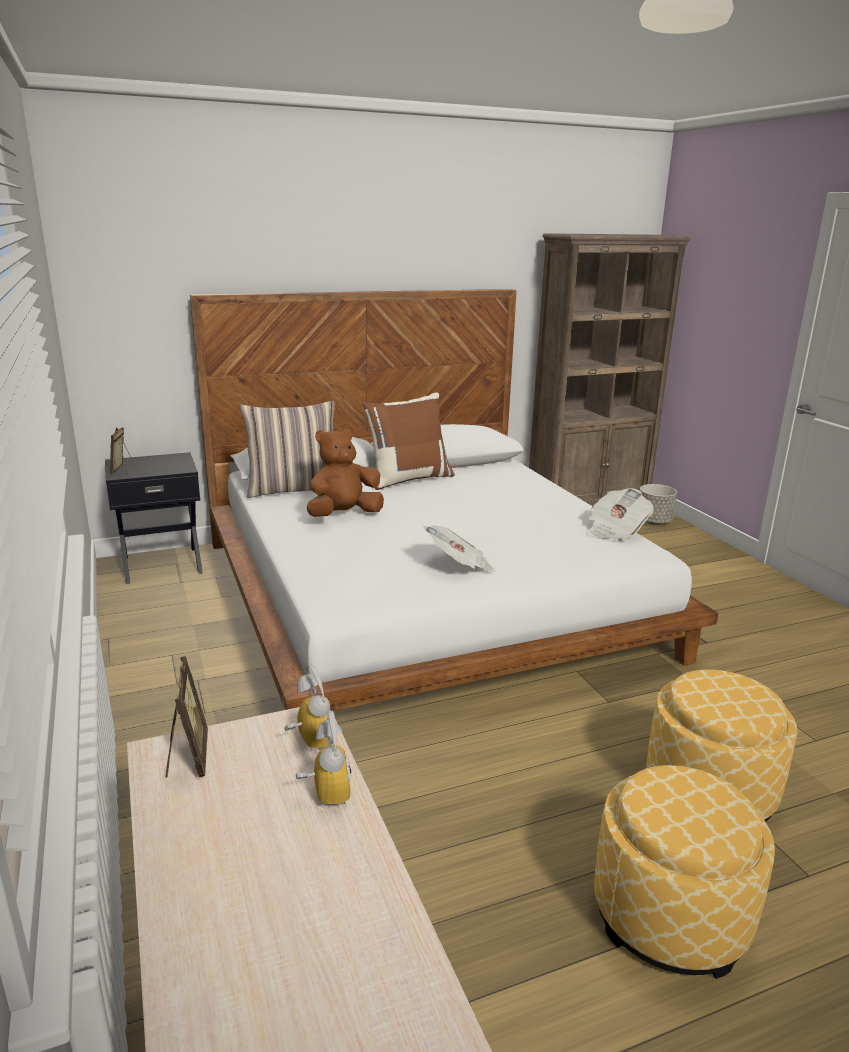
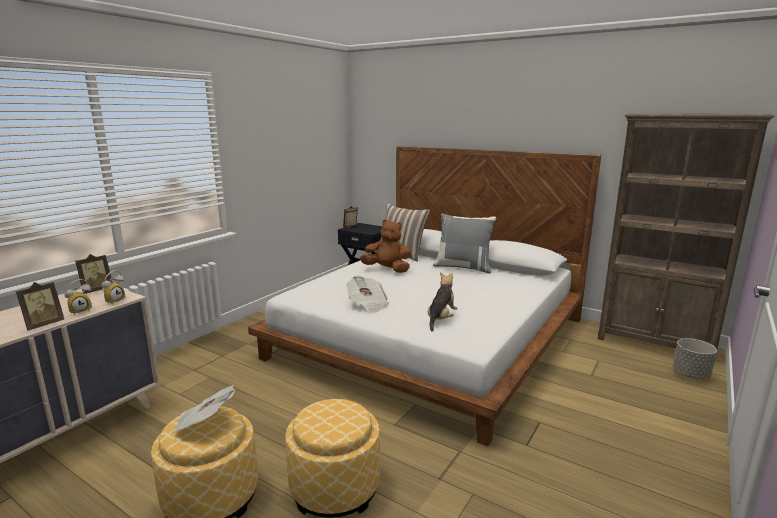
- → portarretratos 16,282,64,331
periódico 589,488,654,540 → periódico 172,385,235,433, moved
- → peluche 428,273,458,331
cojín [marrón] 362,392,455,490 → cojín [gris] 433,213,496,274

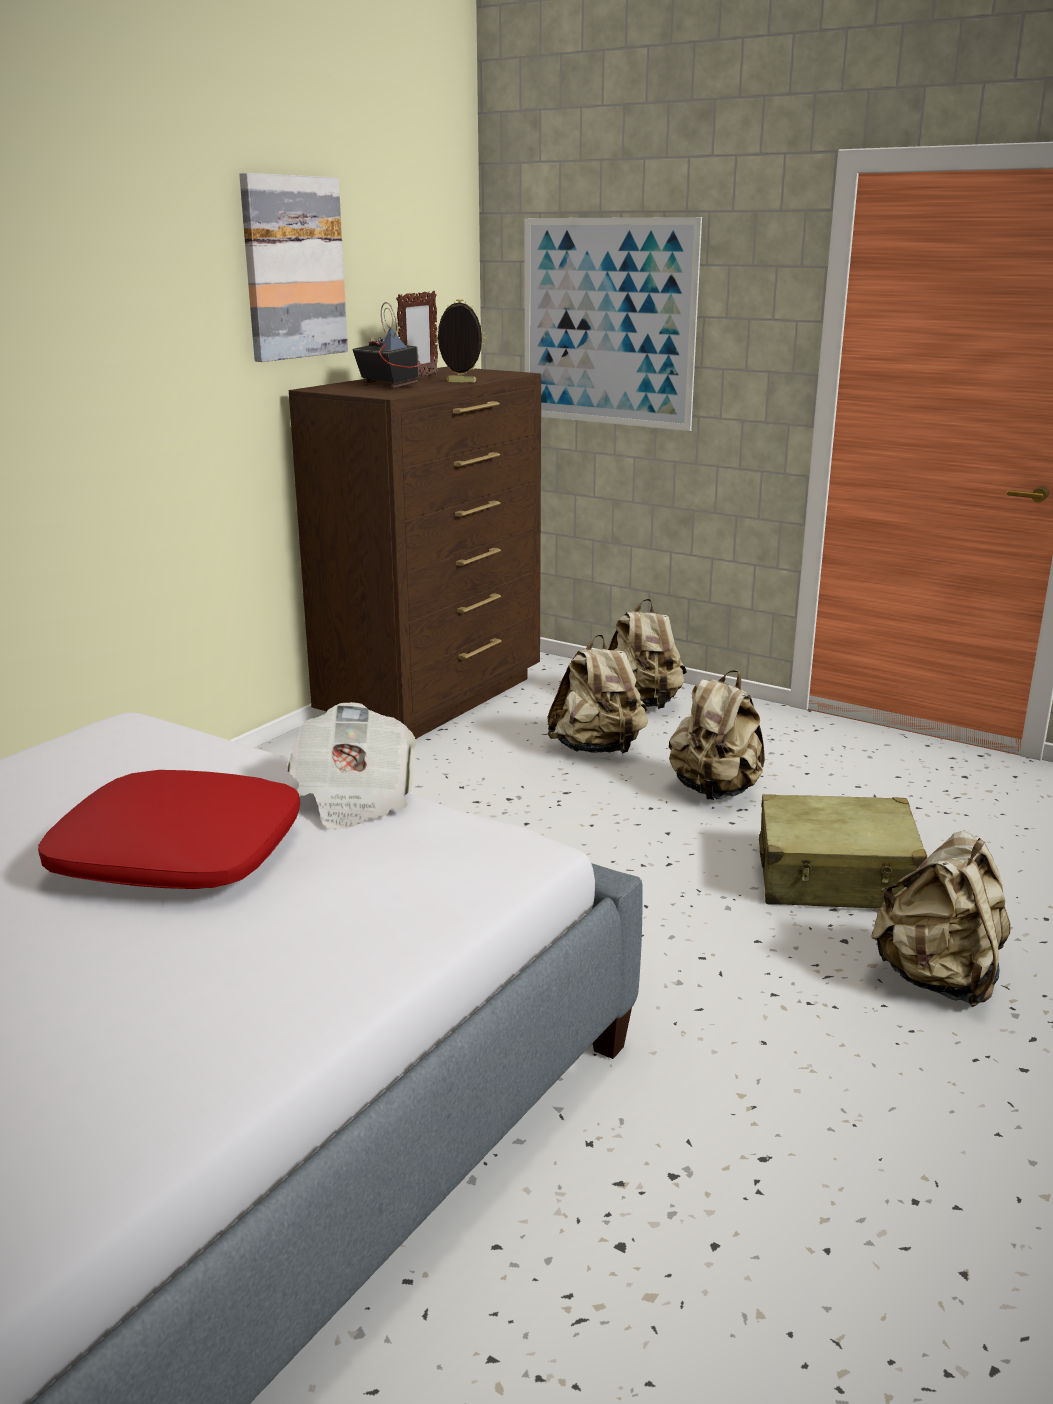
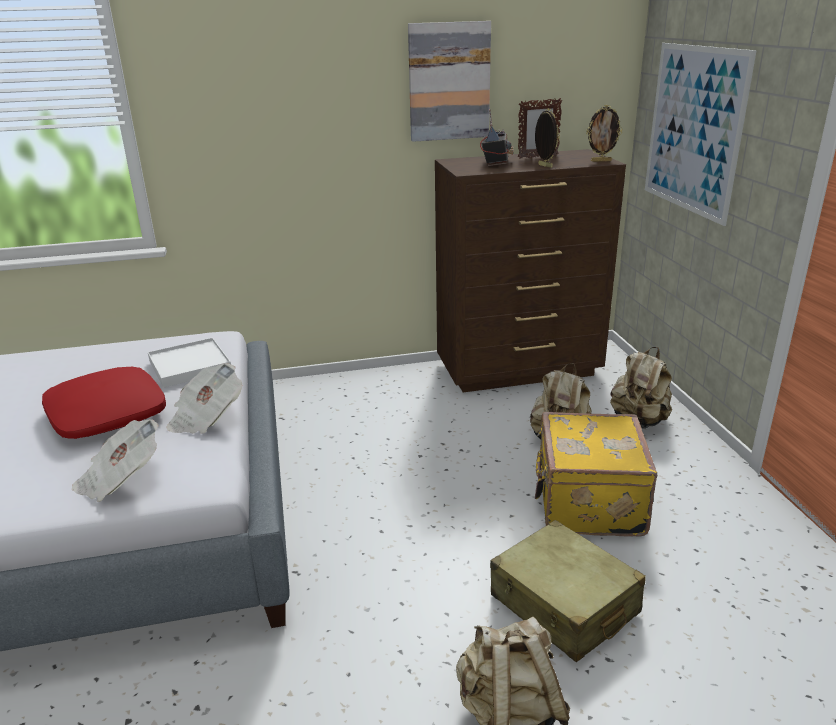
- → periódico 72,419,159,502
- → bandeja [blanco] 148,338,231,388
mochila [beis] 669,670,765,800 → maleta [amarillo] 535,412,658,537
- → portarretratos 586,105,623,162

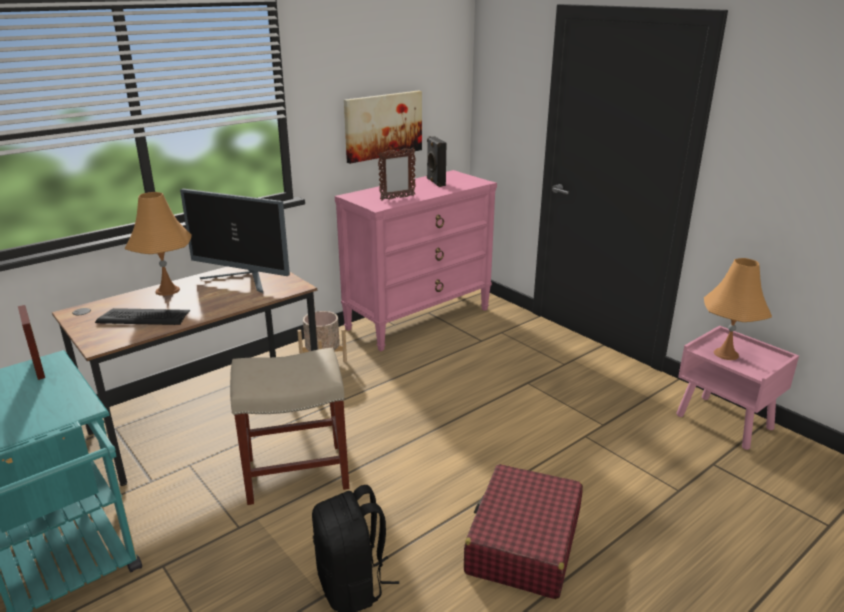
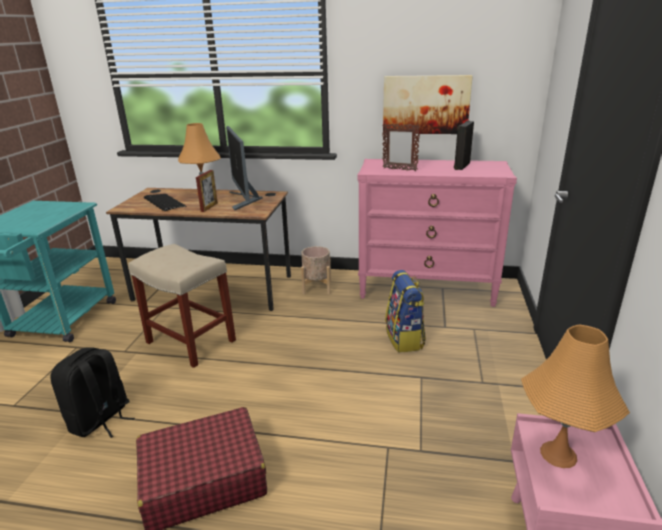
portarretratos 18,305,45,380 → portarretratos 196,170,218,212, moved
- → mochila 385,270,426,353

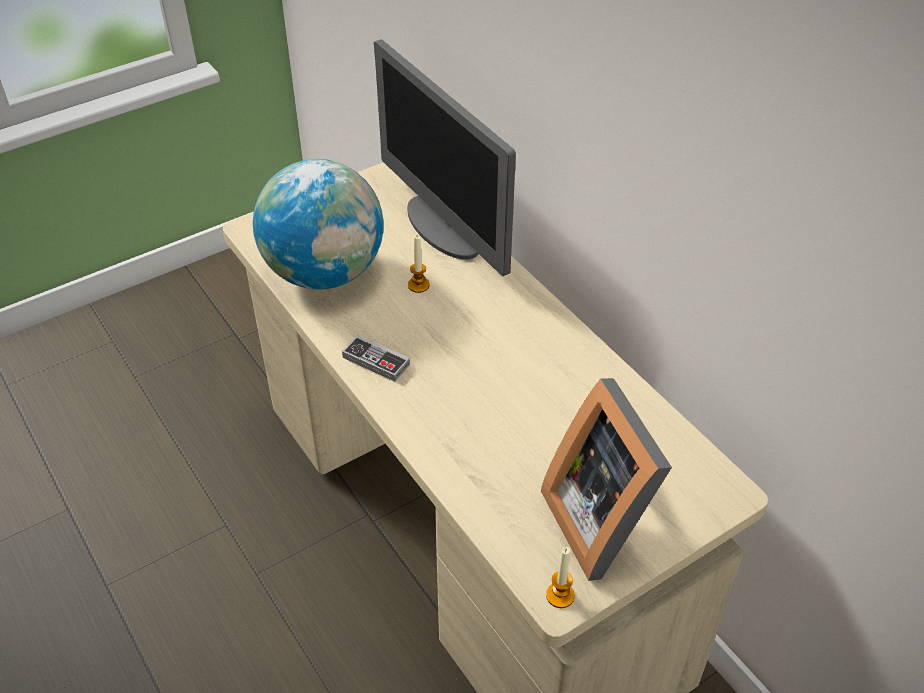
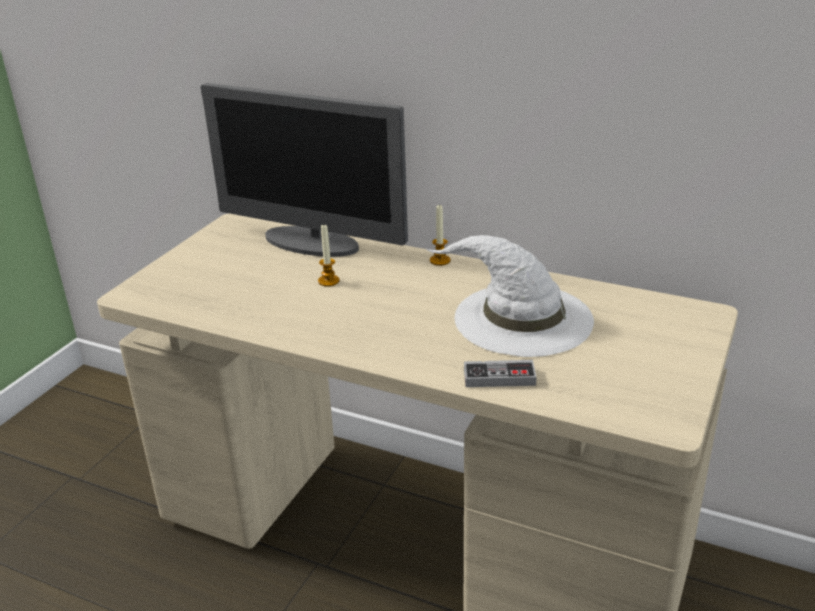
- → sombrero [blanco] 426,235,594,357
vela 546,547,575,608 → vela 430,204,450,266, moved
mando de consola 342,335,410,382 → mando de consola 464,360,536,387, moved
globo terráqueo 253,159,383,289 → -
portarretratos 541,378,672,581 → -

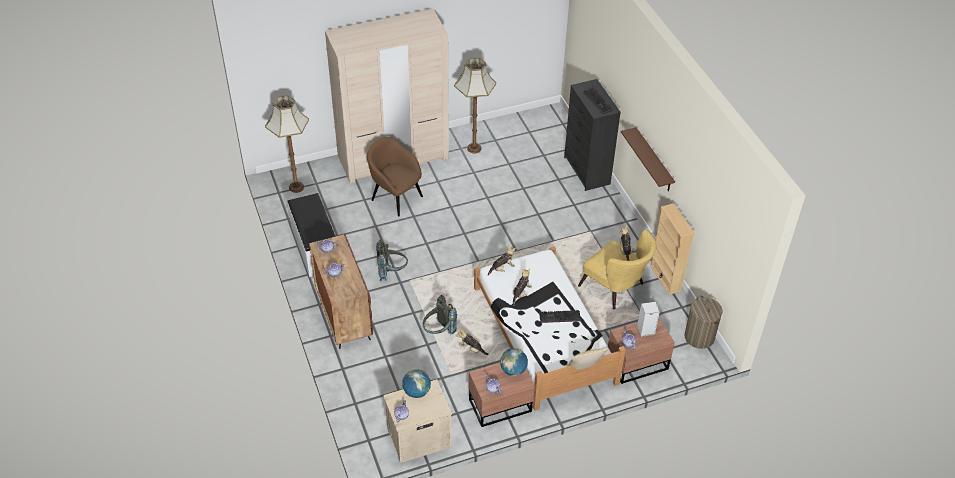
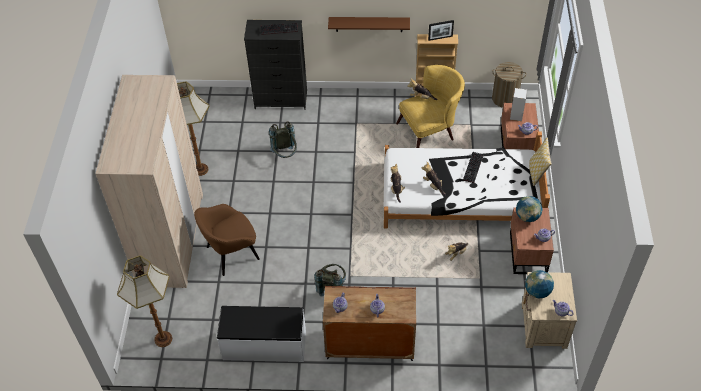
mochila [gris] 423,295,457,335 → mochila [gris] 269,122,297,158, moved
- → portarretratos 428,20,454,41

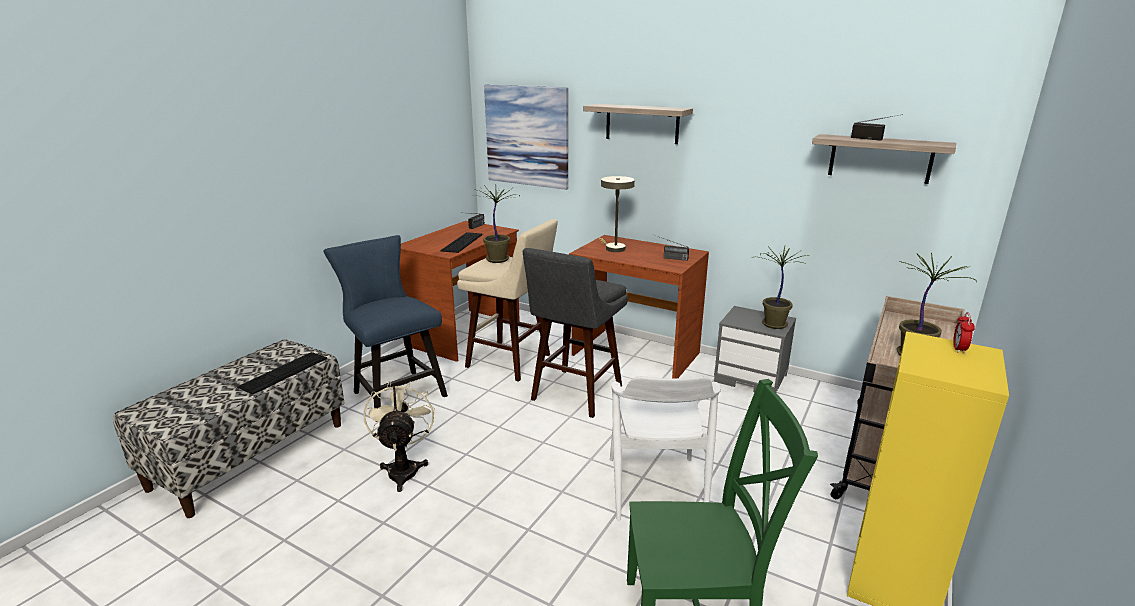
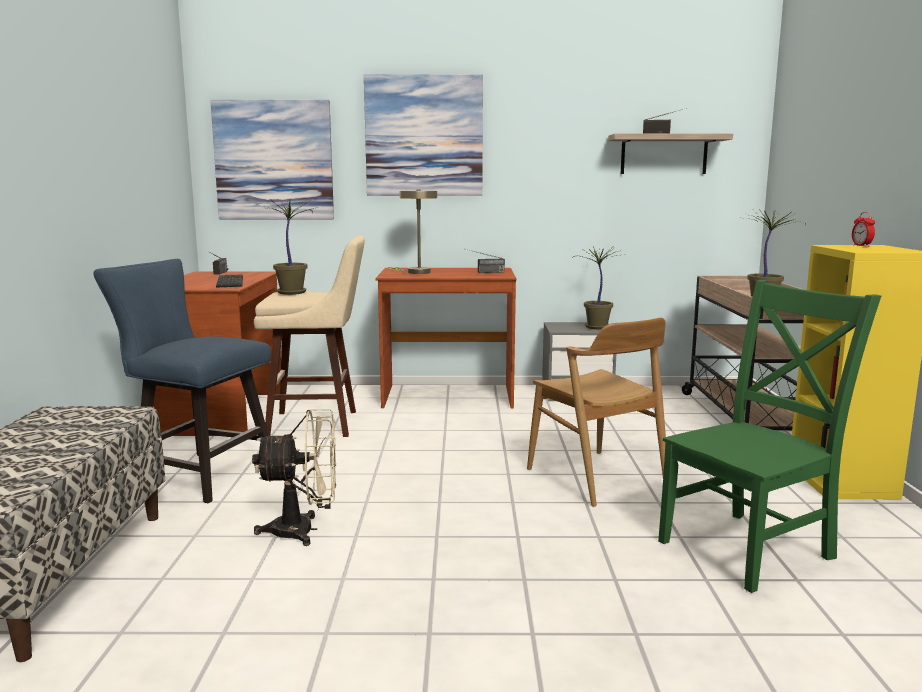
ventilador [beis] 364,381,435,492 → ventilador [beis] 252,409,337,546, 120 degrees clockwise
estante 583,104,693,144 → cuadro 364,74,483,196
silla [blanco] 610,376,721,521 → silla [marrón] 527,317,666,507
teclado 237,352,327,394 → -
taburete [gris] 523,248,628,418 → -

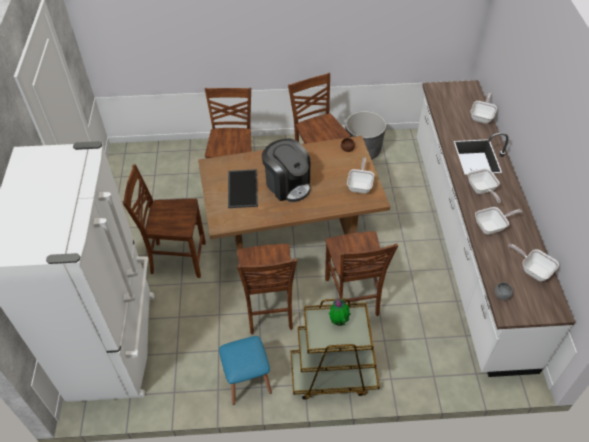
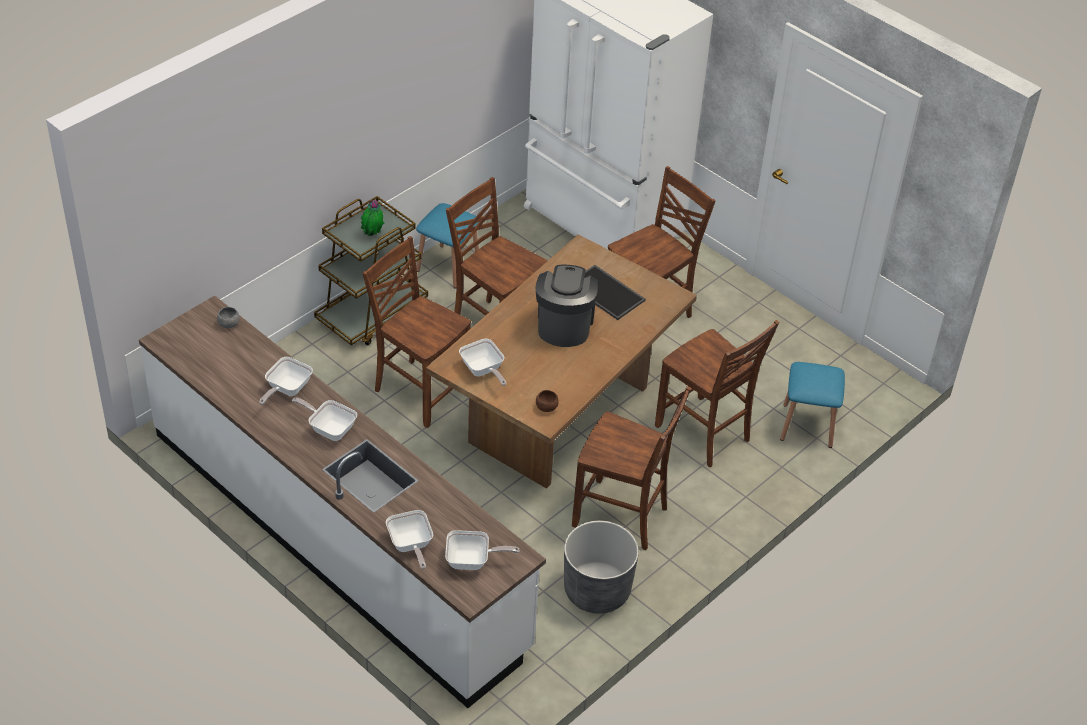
sartén 508,244,559,281 → sartén 445,530,519,570, moved
cafetera 262,138,311,202 → cafetera 535,265,598,347, 90 degrees clockwise
- → taburete [azul] 780,362,845,448

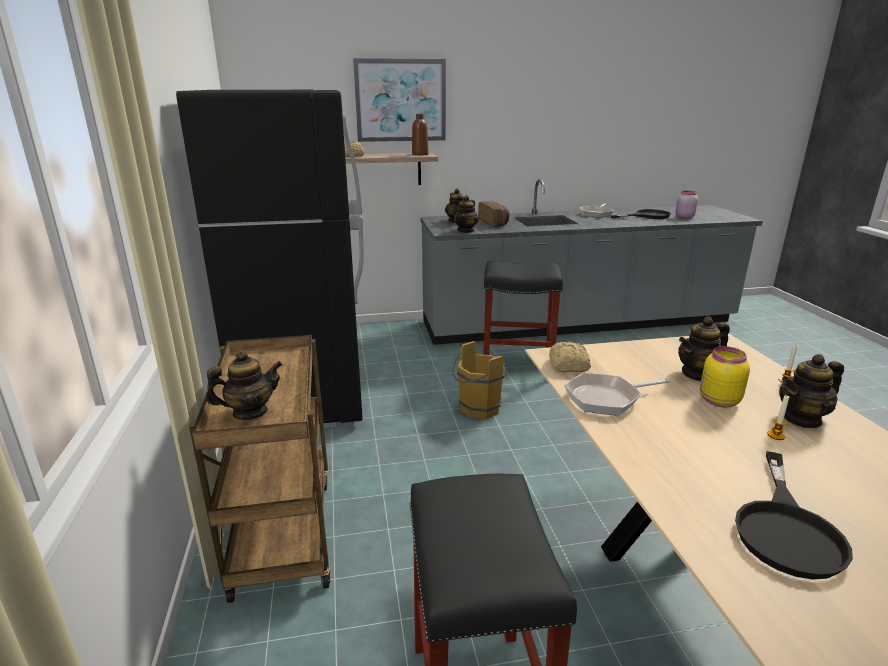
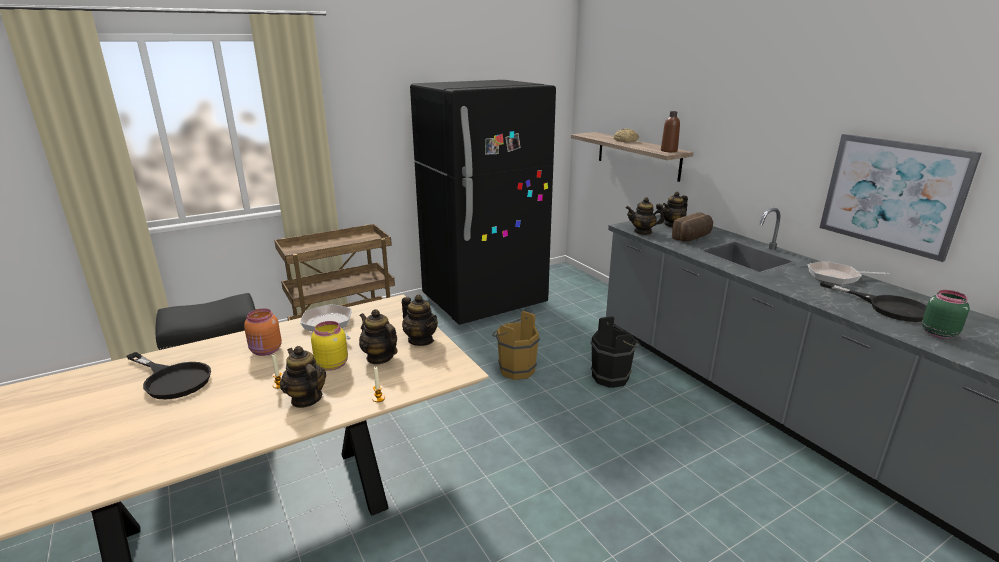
sartén [negro] 735,451,853,580 → sartén [negro] 127,352,211,400, 150 degrees counterclockwise
- → tarro [naranja] 244,308,282,356
tetera 206,350,283,420 → tetera 402,295,438,346, moved
taburete [negro] 483,261,563,355 → cubo [negro] 590,316,641,388
cuadro 353,58,446,142 → cuadro 820,134,982,262, moved
tarro [rosa] 675,191,698,219 → tarro [verde] 922,290,970,339
pan 549,342,591,372 → -

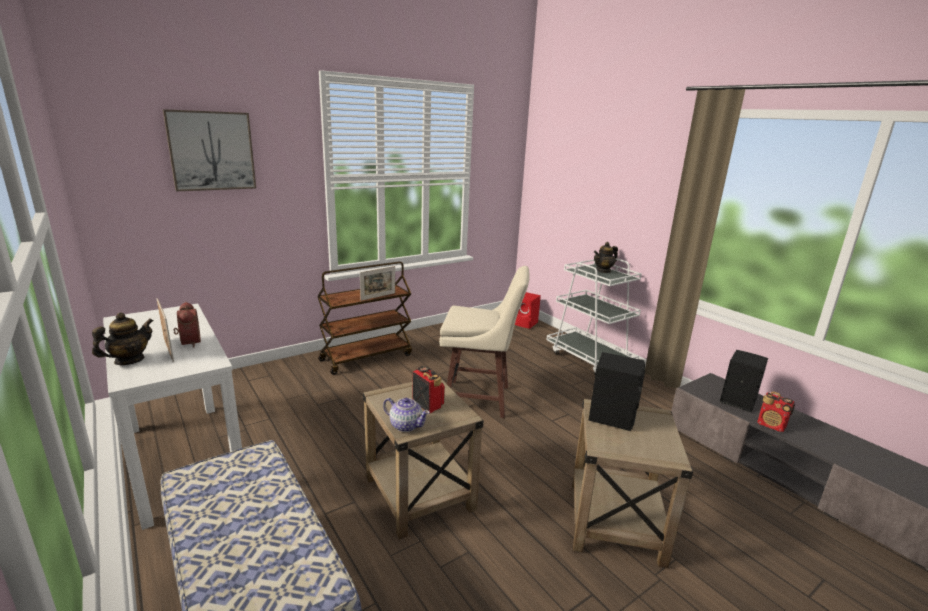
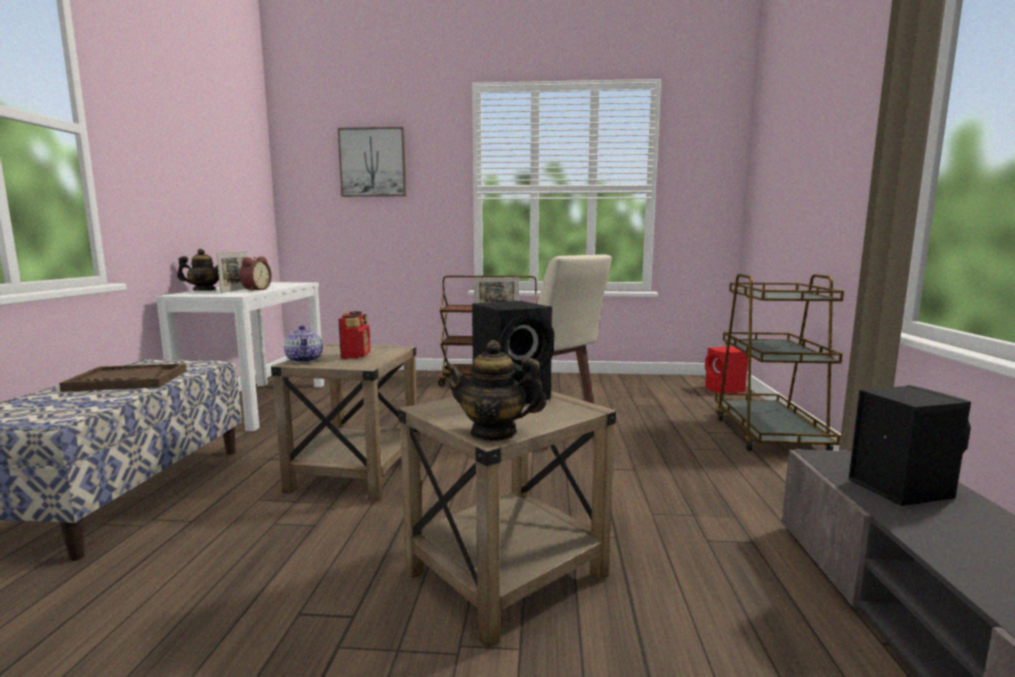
- → bandeja [marrón] 59,363,187,392
tetera 594,242,618,273 → tetera 444,340,547,441, moved
carrito [blanco] 547,258,642,374 → carrito [marrón] 715,274,844,451
radio 757,392,795,432 → -

